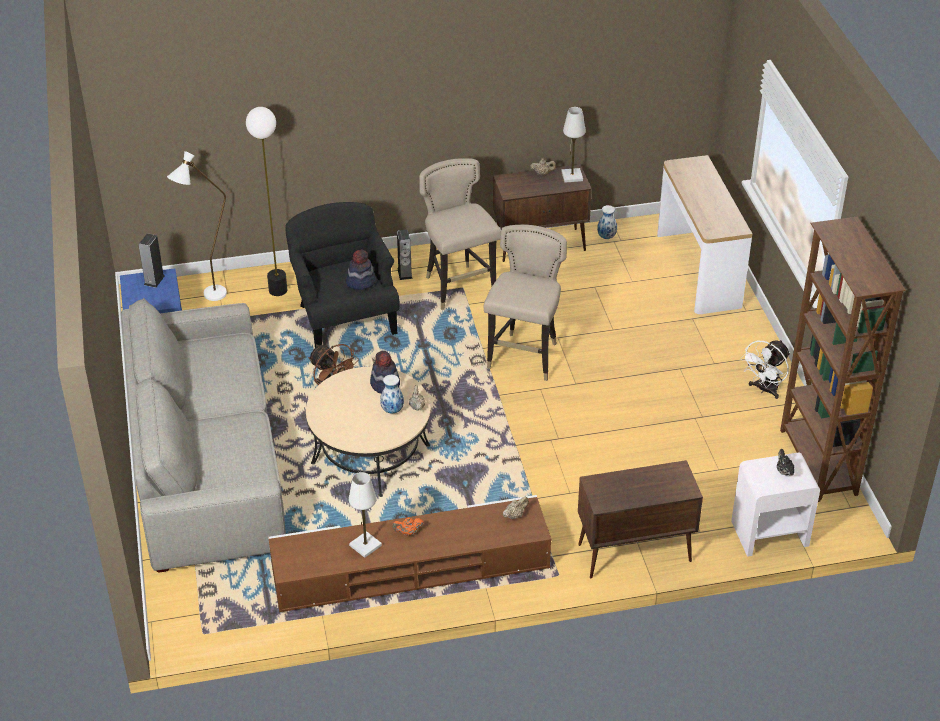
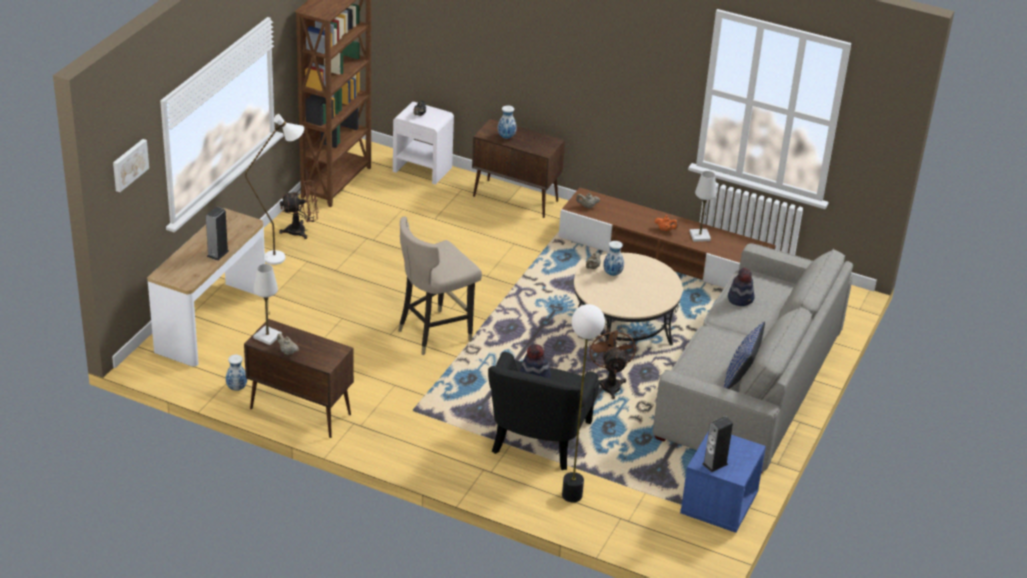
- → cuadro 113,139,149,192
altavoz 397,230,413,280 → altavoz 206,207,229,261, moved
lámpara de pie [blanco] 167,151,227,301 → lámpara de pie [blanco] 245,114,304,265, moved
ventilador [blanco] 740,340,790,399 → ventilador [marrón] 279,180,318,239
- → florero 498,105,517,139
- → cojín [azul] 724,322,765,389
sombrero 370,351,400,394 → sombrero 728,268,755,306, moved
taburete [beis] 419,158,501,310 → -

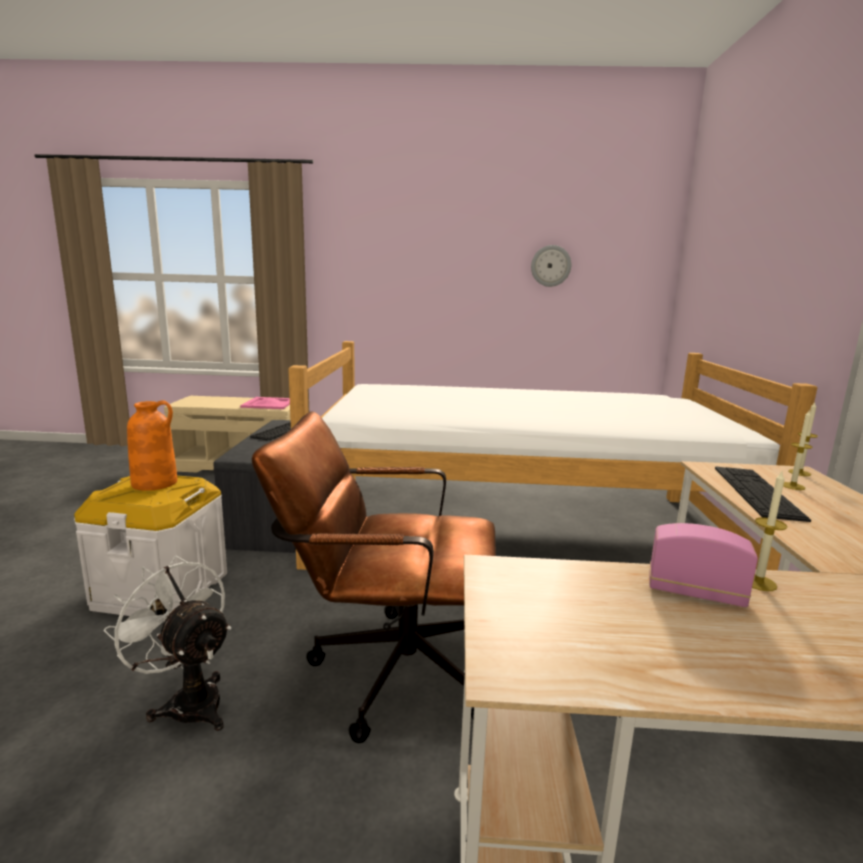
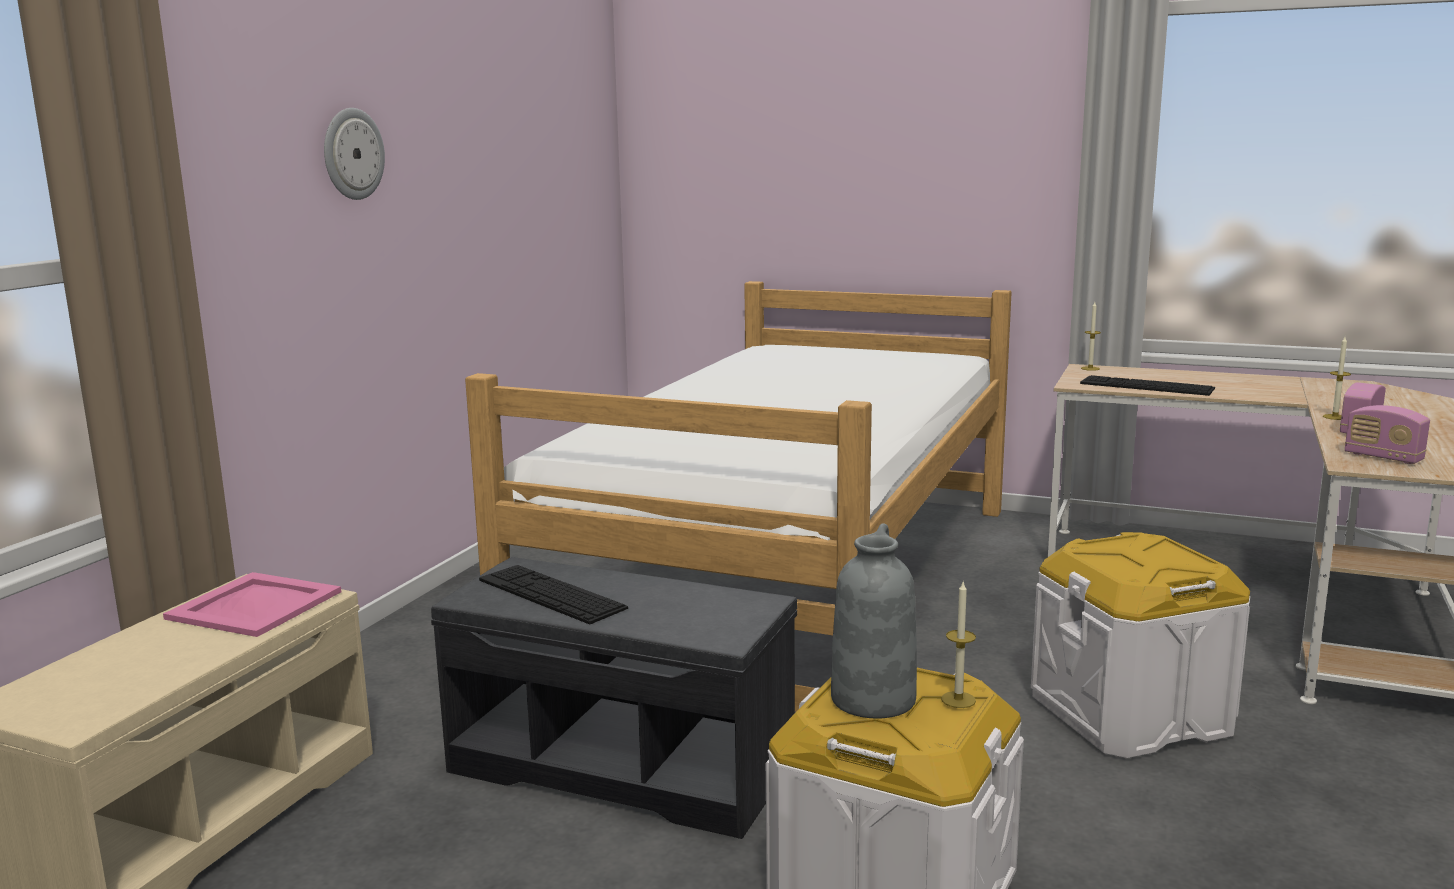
reloj de pared 531,245,571,287 → reloj de pared 324,108,385,200, moved
florero [naranja] 127,400,177,491 → florero [gris] 831,523,917,718
vela 783,411,813,490 → vela 941,582,976,708, moved
silla de oficina [marrón] 252,411,496,743 → caja de almacenaje [blanco] 1031,532,1250,758
- → radio 1345,405,1430,464
ventilador [blanco] 104,556,231,731 → -

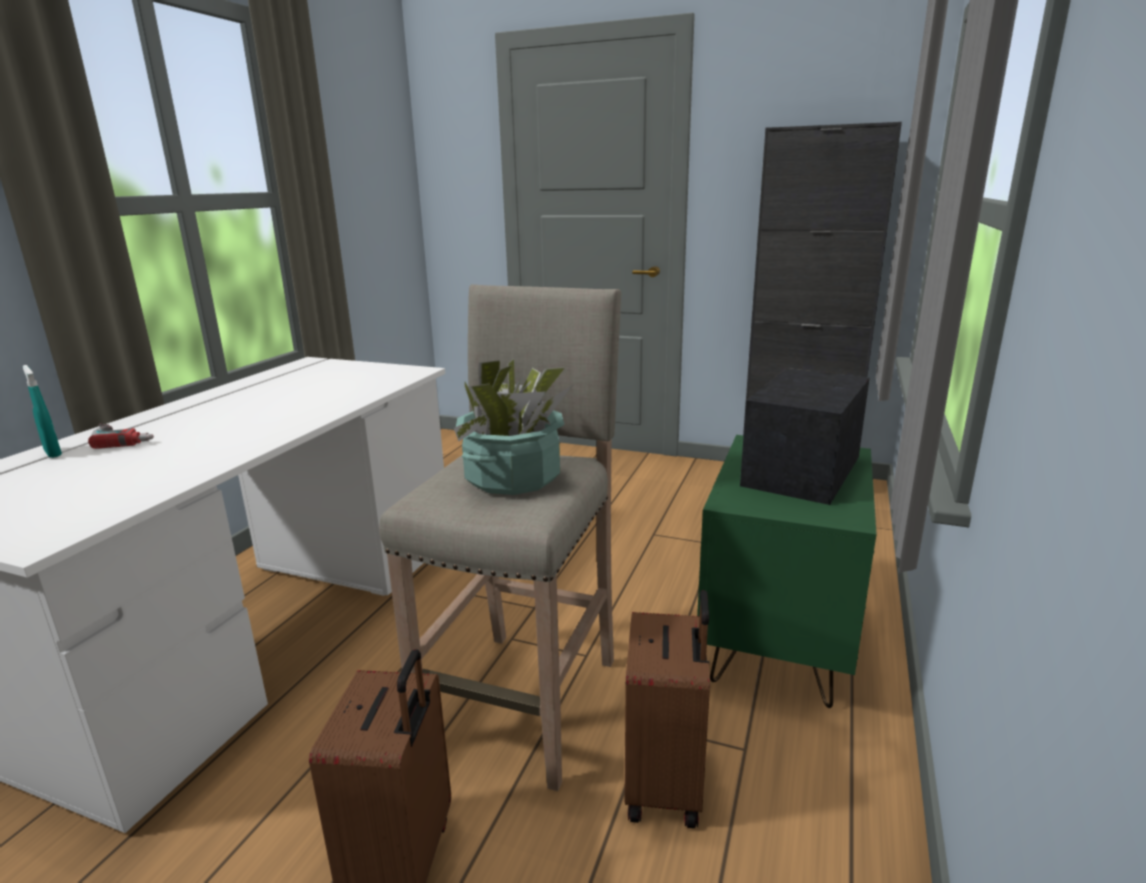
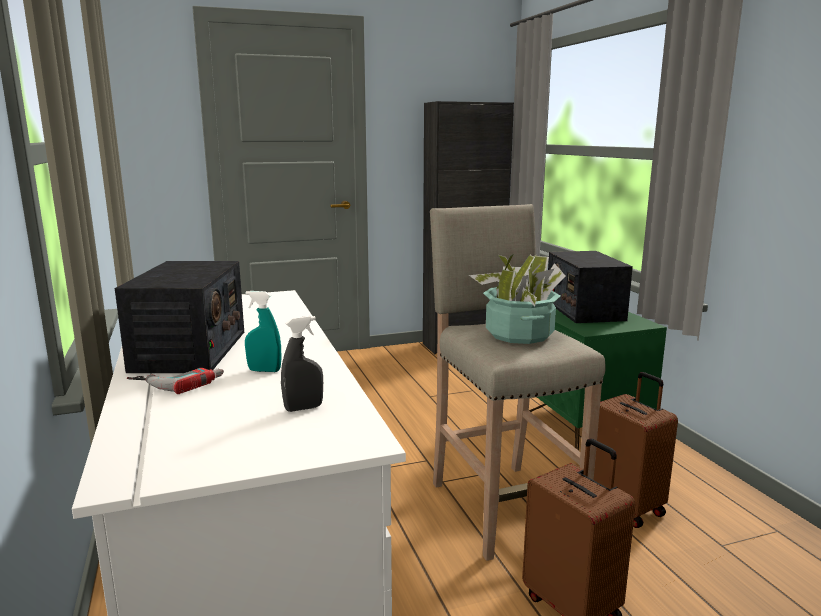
- → radio 115,261,244,373
pulverizador [turquesa] 23,365,62,458 → pulverizador [turquesa] 245,291,281,372, moved
- → pulverizador [gris] 281,316,323,412

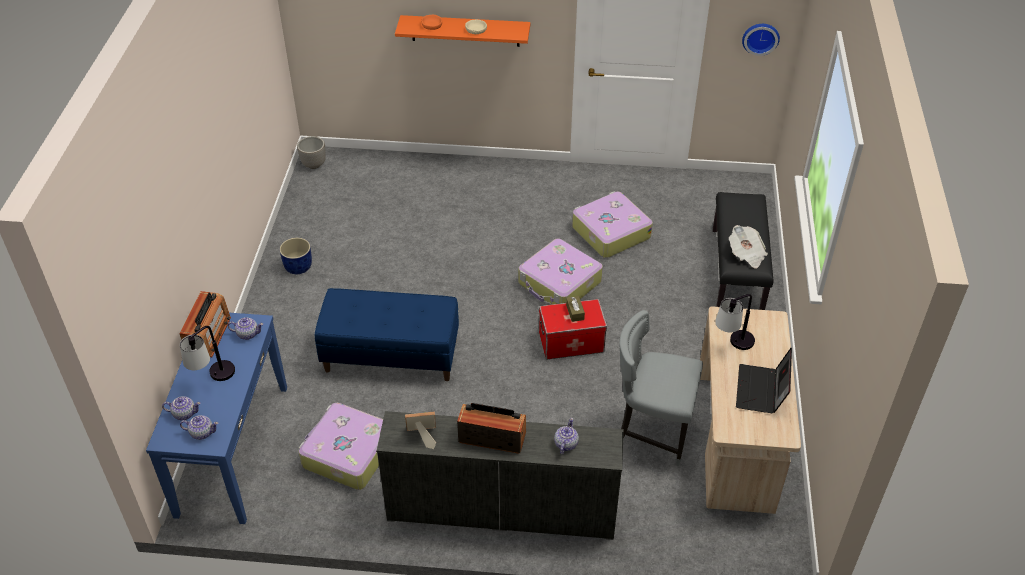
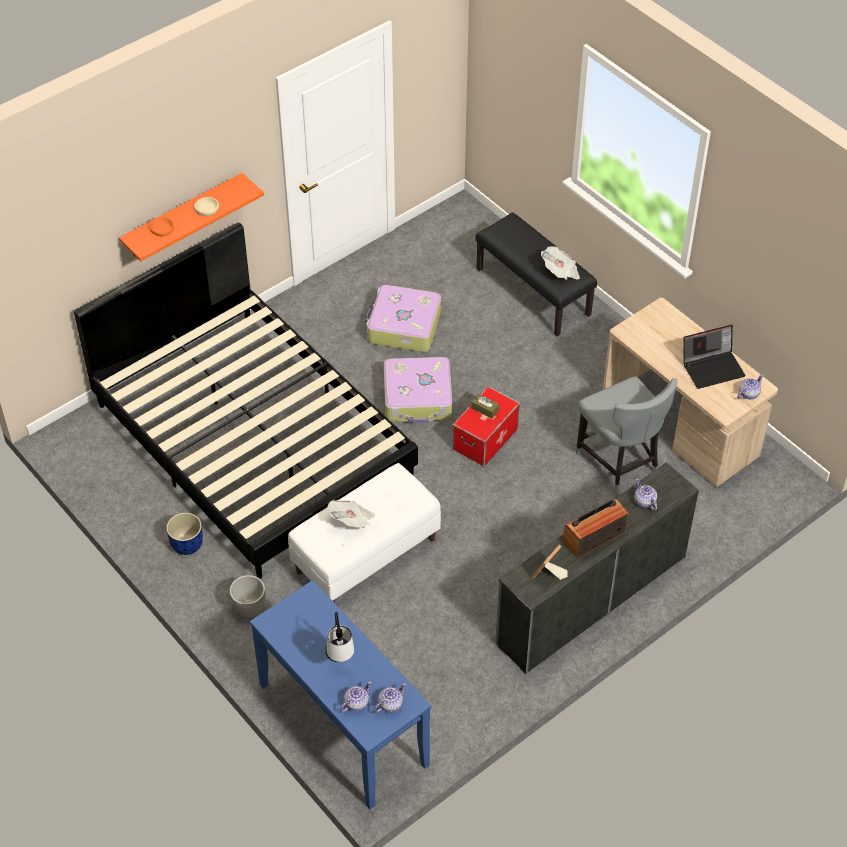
- → cama [negro] 74,222,418,579
maceta 297,136,326,169 → maceta 229,575,266,617, moved
banco [azul] 315,288,459,381 → banco [blanco] 288,463,441,603
- → periódico 328,500,375,528
silla [gris] 619,310,703,466 → silla [gris] 576,376,678,492, 90 degrees counterclockwise
portátil 736,348,792,413 → portátil 683,325,745,389, 75 degrees counterclockwise
tetera 228,317,264,340 → tetera 738,375,763,399, moved
radio 179,291,231,357 → -
maleta 299,403,383,490 → -
lámpara de mesa 715,294,755,350 → -
reloj de pared 742,24,780,56 → -

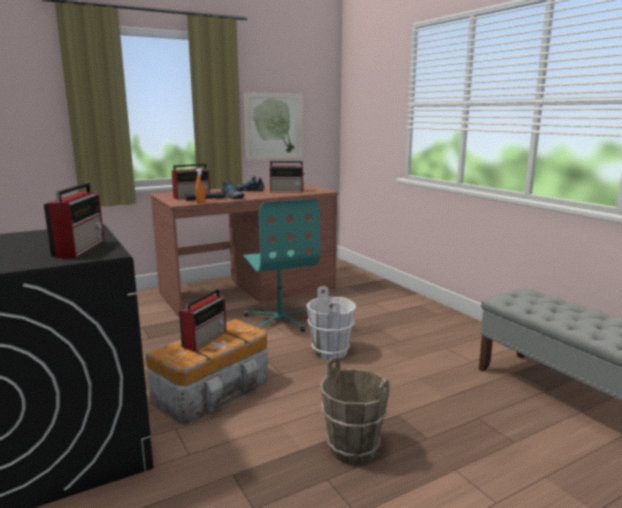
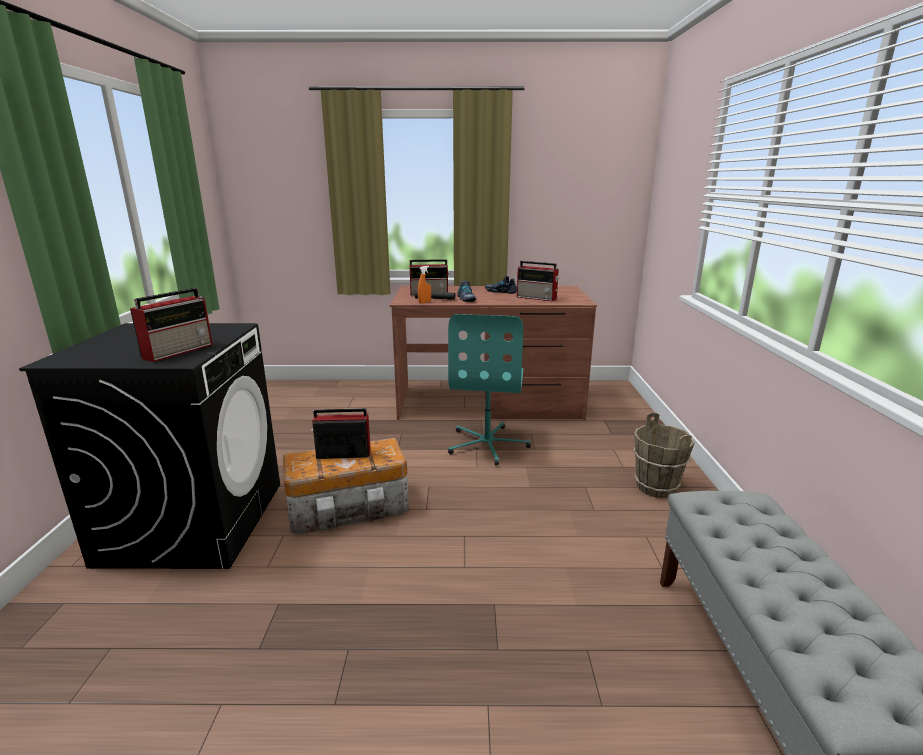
radio 179,289,226,352 → radio 311,408,371,459, 150 degrees counterclockwise
cubo [marrón] 320,357,390,464 → cubo [marrón] 633,412,695,498, moved
cuadro 244,92,303,160 → -
cubo [blanco] 306,286,356,360 → -

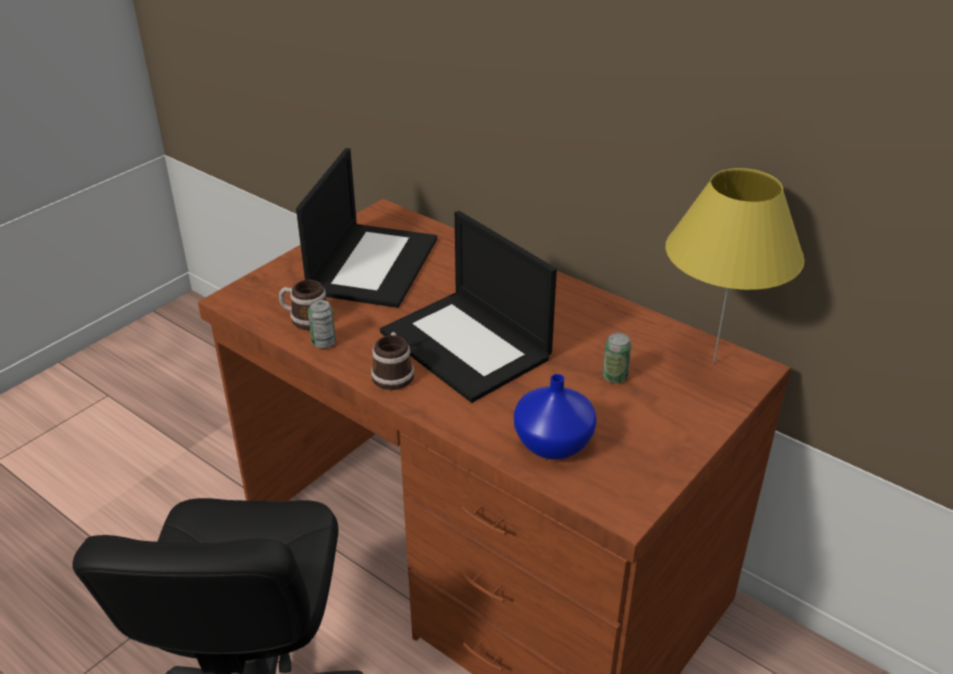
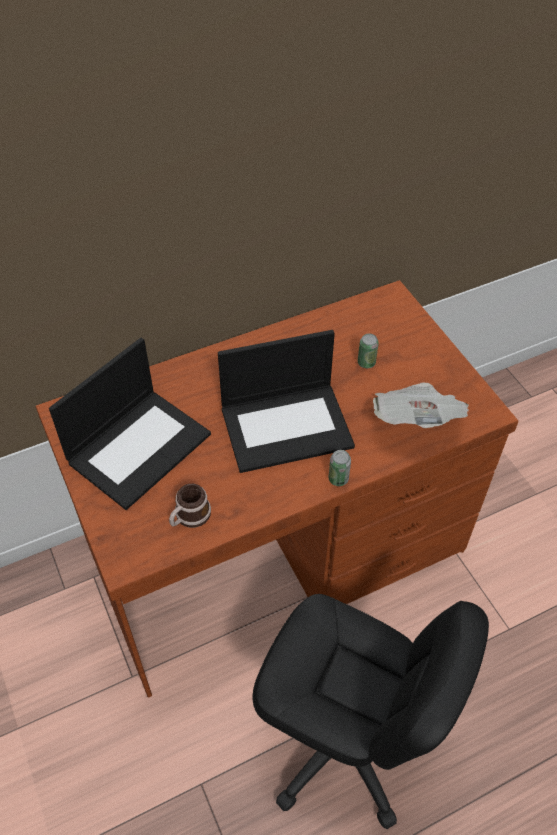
portátil 296,148,437,308 → portátil 49,338,211,510, 90 degrees clockwise
lata 308,300,336,349 → lata 328,450,351,486, moved
florero [azul] 514,374,597,459 → periódico 373,383,469,428
taza grande 371,332,414,390 → -
lámpara de mesa [amarillo] 666,168,805,364 → -

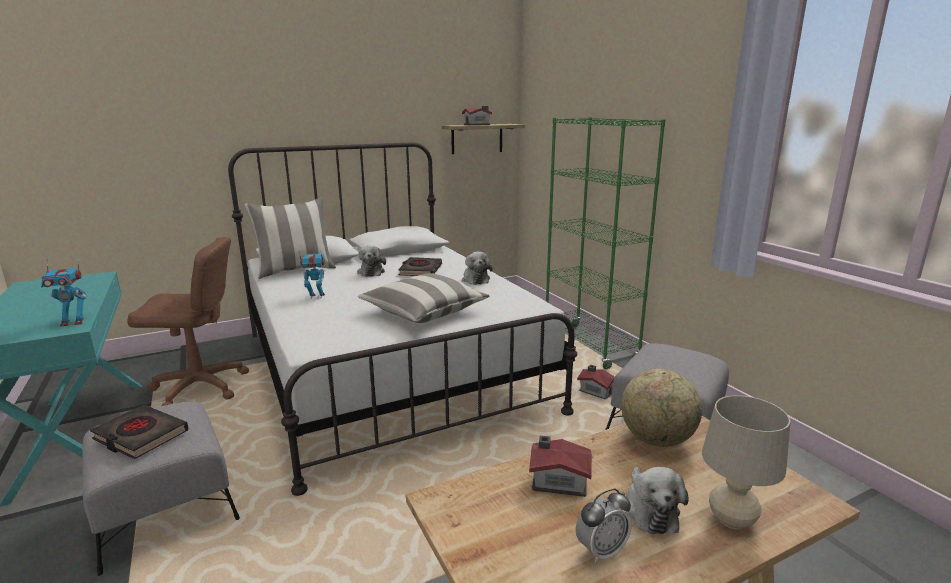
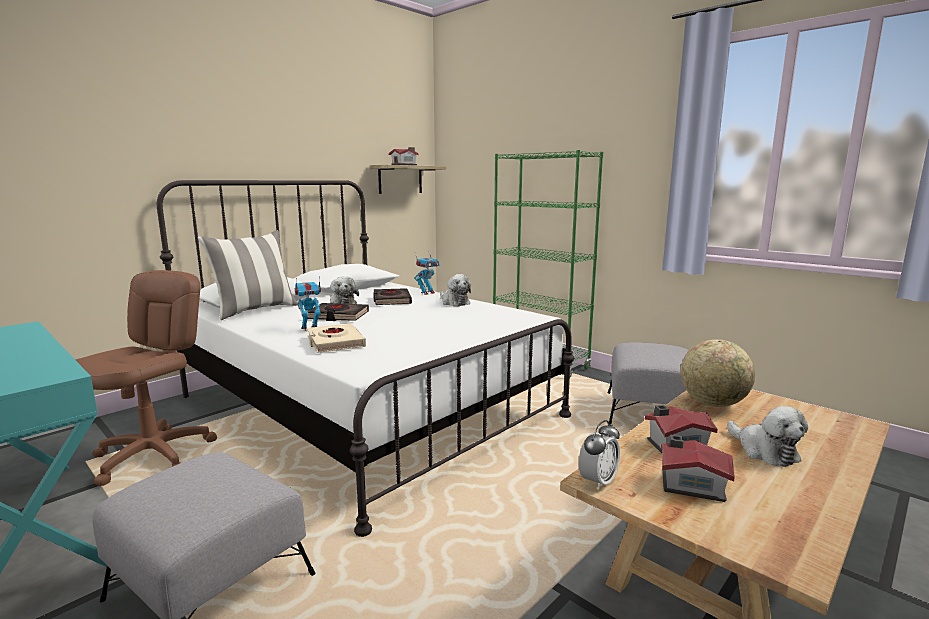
silla de oficina [marrón] 127,237,249,406 → silla de oficina [marrón] 75,270,217,486, 45 degrees counterclockwise
libro [negro] 90,405,189,459 → libro [negro] 307,303,369,321, moved
- → libro [beis] 307,324,366,353
robot de juguete 41,256,86,327 → robot de juguete 415,255,440,295, moved
despertador 576,489,632,563 → despertador 579,420,620,490, moved
casita 577,365,615,400 → casita 661,434,735,502, moved
cojín 358,273,489,323 → -
lámpara de mesa [beis] 702,395,791,529 → -

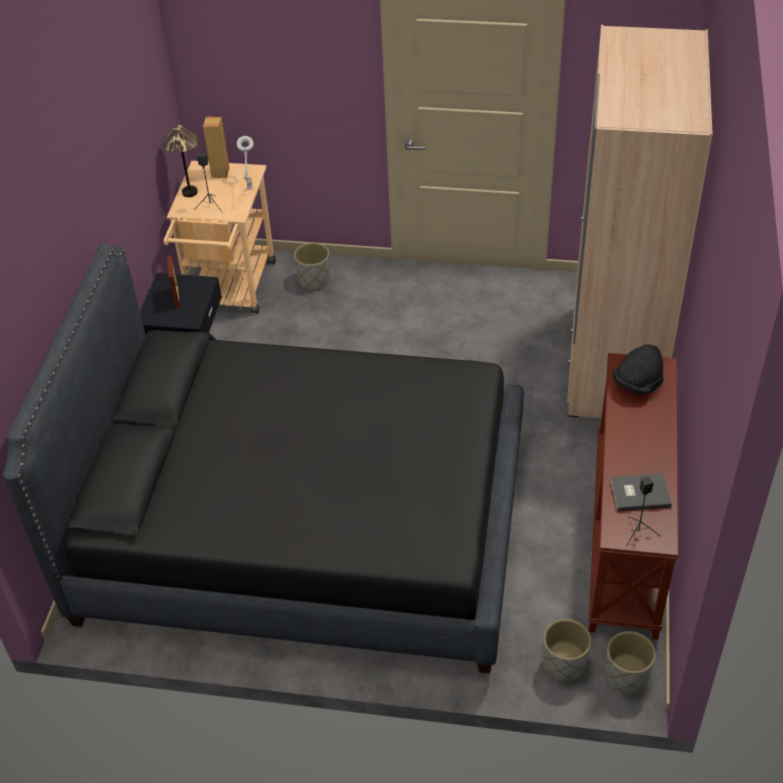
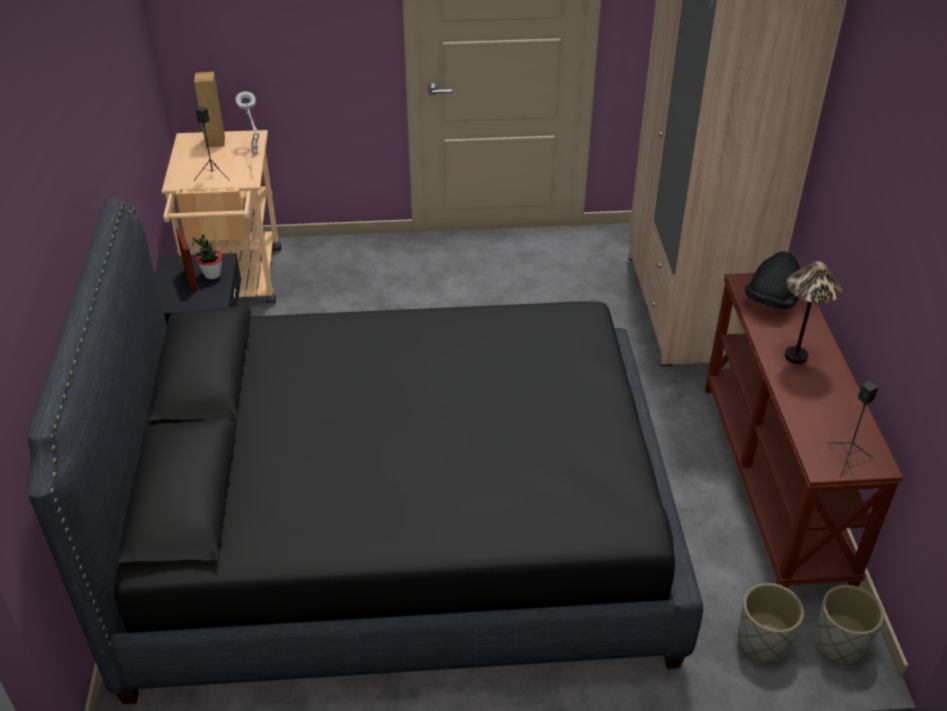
- → planta en maceta 192,234,222,279
lámpara de mesa 162,125,199,197 → lámpara de mesa 785,261,842,364, moved
maceta [gris] 294,243,330,291 → -
libro [gris] 610,473,672,511 → -

